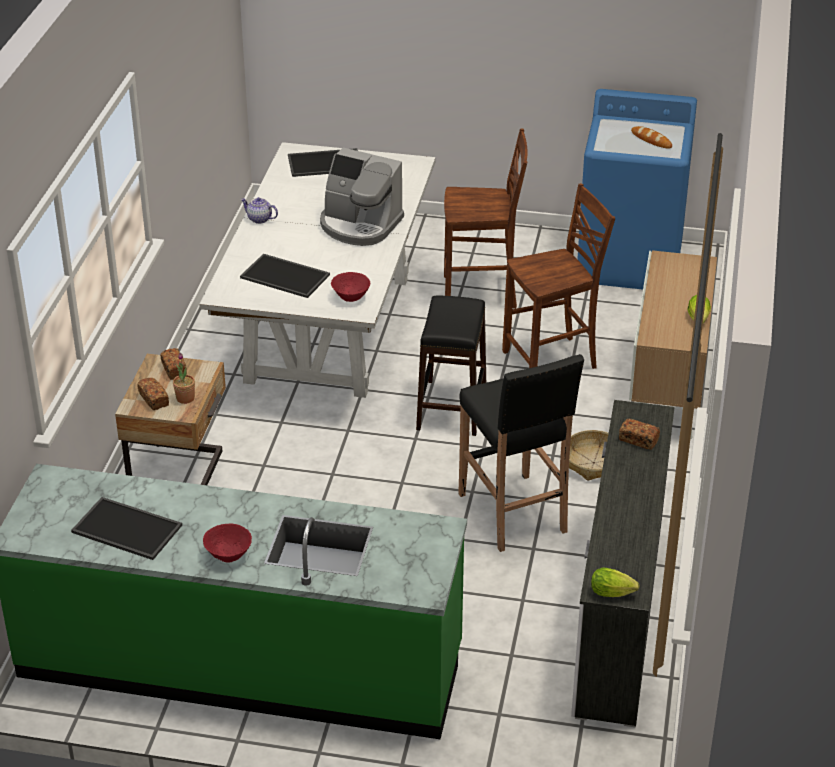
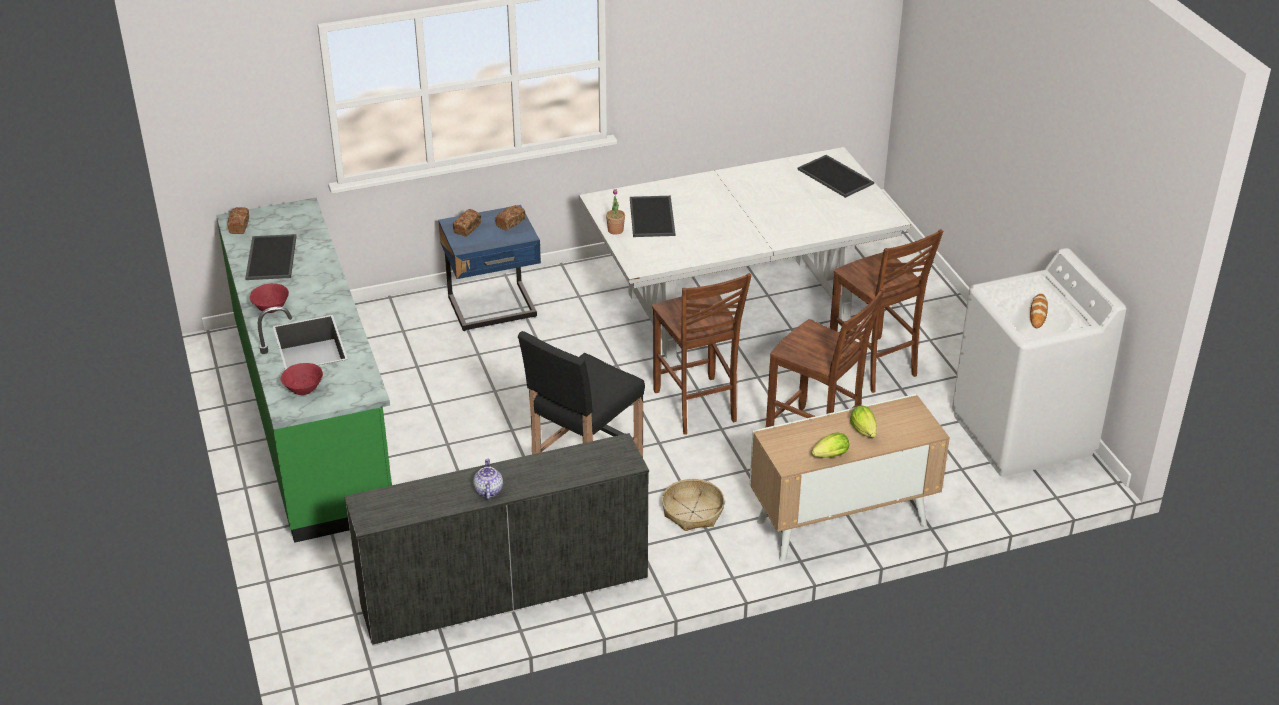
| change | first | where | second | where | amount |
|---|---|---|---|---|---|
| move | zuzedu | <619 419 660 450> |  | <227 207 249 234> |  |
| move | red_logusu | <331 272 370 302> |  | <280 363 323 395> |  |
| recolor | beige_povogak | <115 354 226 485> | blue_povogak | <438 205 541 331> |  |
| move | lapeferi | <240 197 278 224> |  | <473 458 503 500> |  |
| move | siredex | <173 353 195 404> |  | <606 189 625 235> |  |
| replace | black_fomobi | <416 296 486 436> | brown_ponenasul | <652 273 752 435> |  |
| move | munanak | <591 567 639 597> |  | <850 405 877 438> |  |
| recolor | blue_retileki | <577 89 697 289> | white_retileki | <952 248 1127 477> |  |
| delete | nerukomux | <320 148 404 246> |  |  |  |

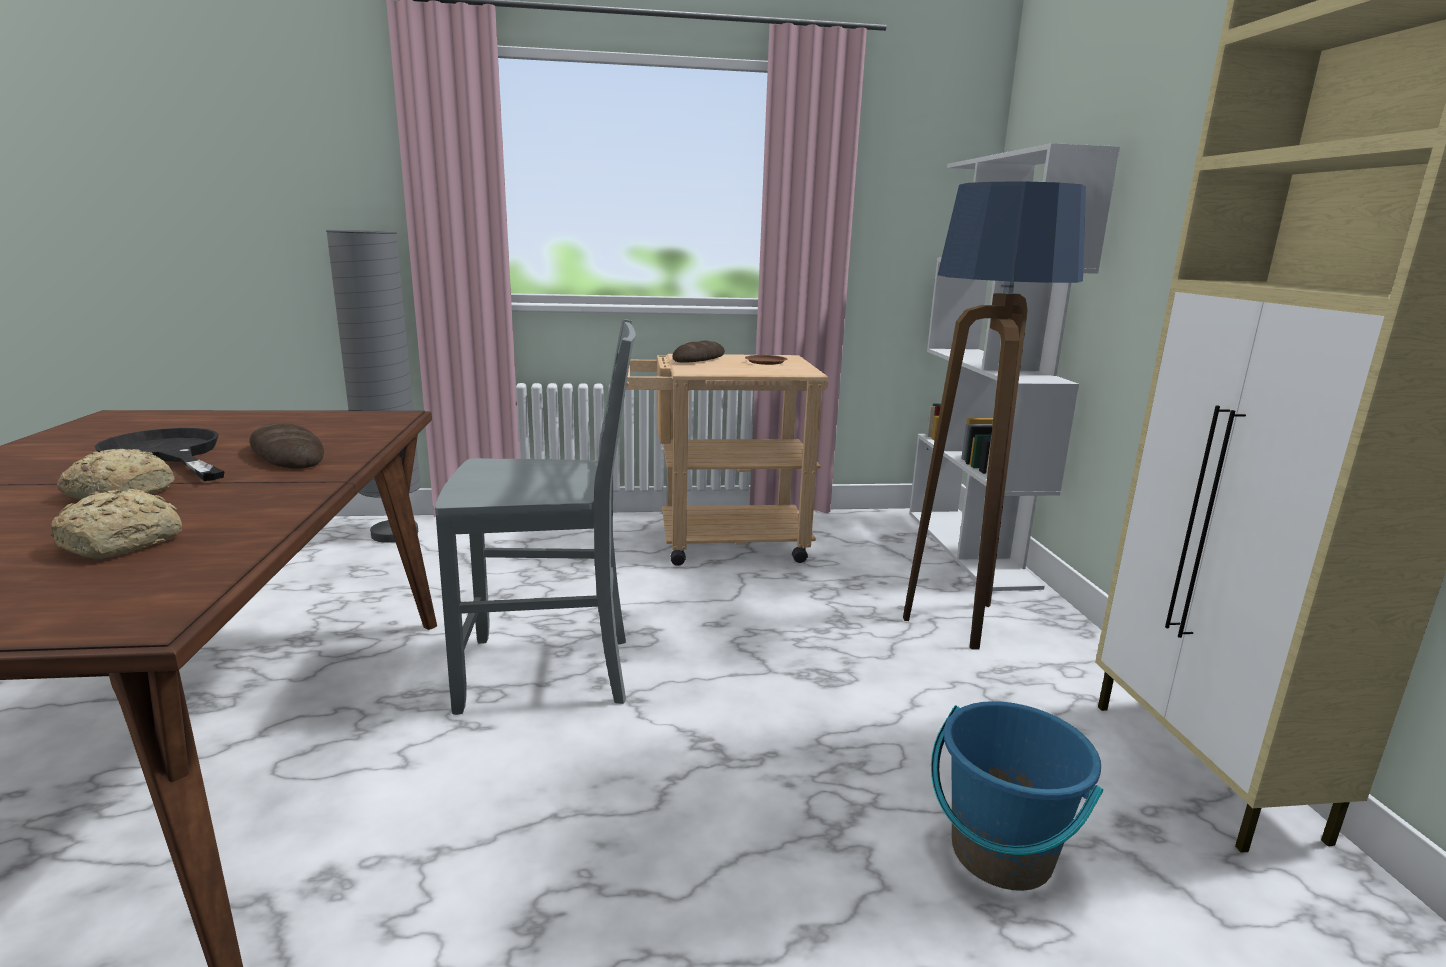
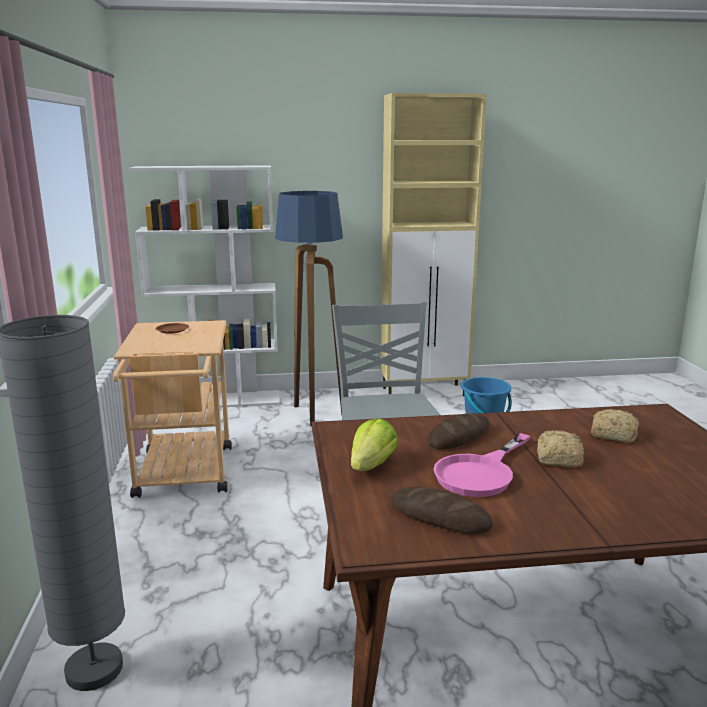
| change | first | where | second | where | amount |
|---|---|---|---|---|---|
| insert |  |  | munanak | <351 418 398 471> |  |
| move | zuzedu | <672 341 725 363> |  | <391 486 493 534> |  |
| recolor | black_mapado | <95 428 225 481> | pink_mapado | <433 433 530 497> |  |

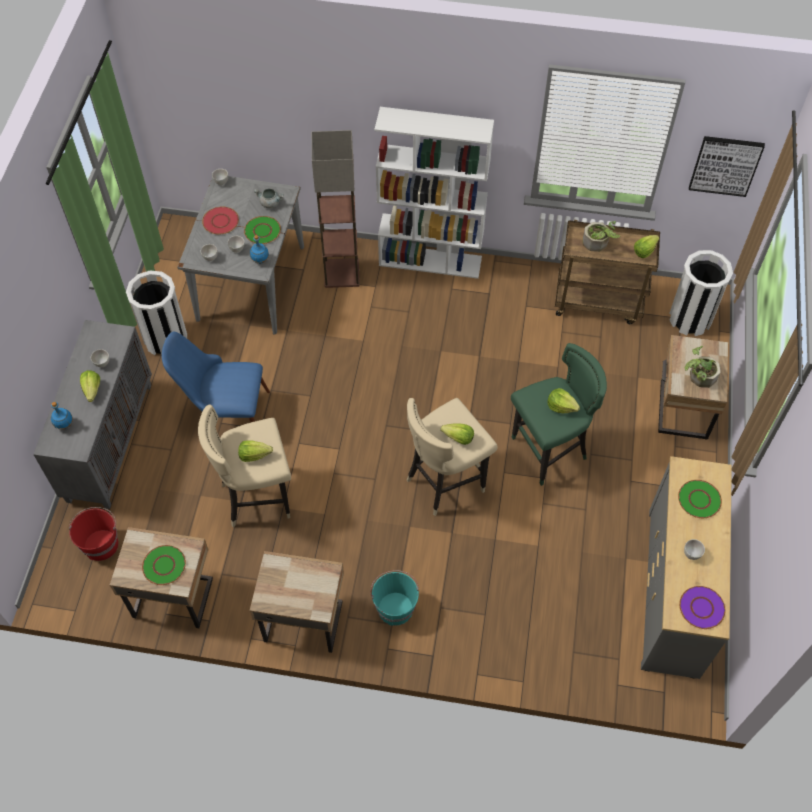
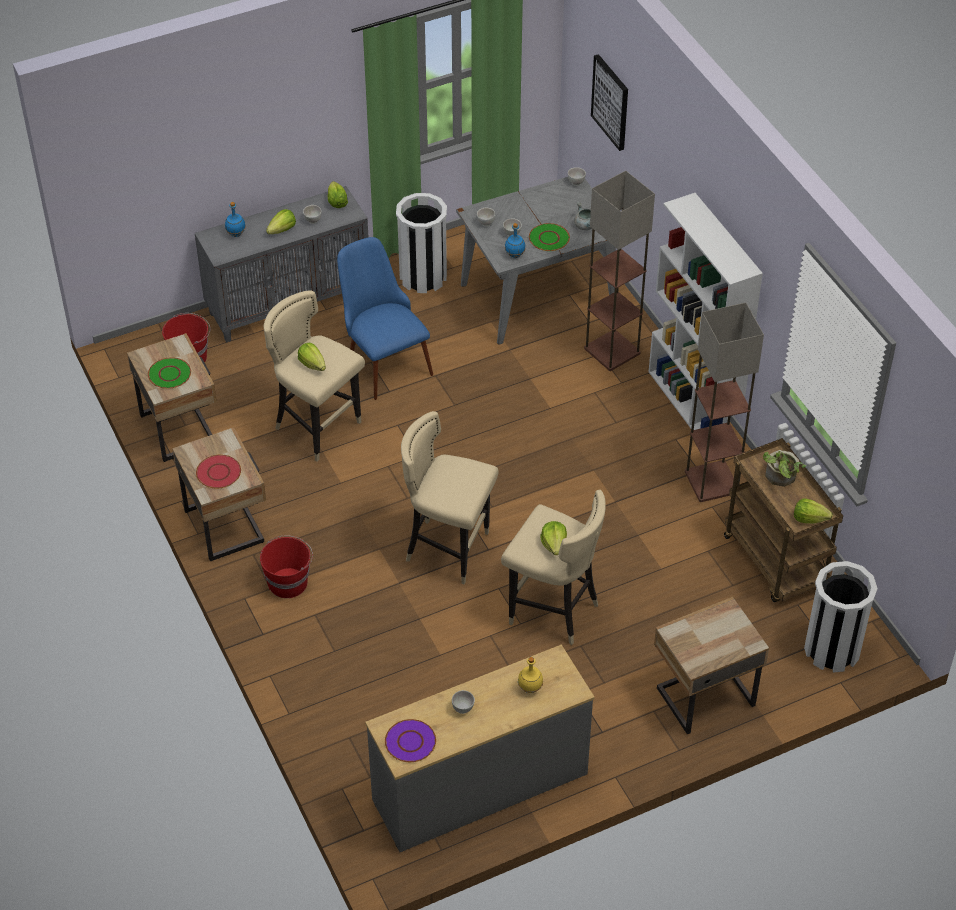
| change | first | where | second | where | amount |
|---|---|---|---|---|---|
| move | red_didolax | <202 207 239 234> |  | <196 455 241 489> |  |
| recolor | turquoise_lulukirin | <371 570 419 626> | red_lulukirin | <260 535 313 598> |  |
| move | munanak | <440 423 474 445> |  | <328 181 348 208> |  |
| recolor | green_fomobi | <511 343 607 486> | beige_fomobi | <501 490 606 645> |  |
| replace | green_didolax | <678 480 722 518> | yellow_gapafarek | <518 657 543 693> |  |
| move | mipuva | <689 136 765 197> |  | <591 54 628 151> |  |
| insert |  |  | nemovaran | <685 303 764 502> |  |
| delete | siredex | <685 346 721 388> |  |  |  |

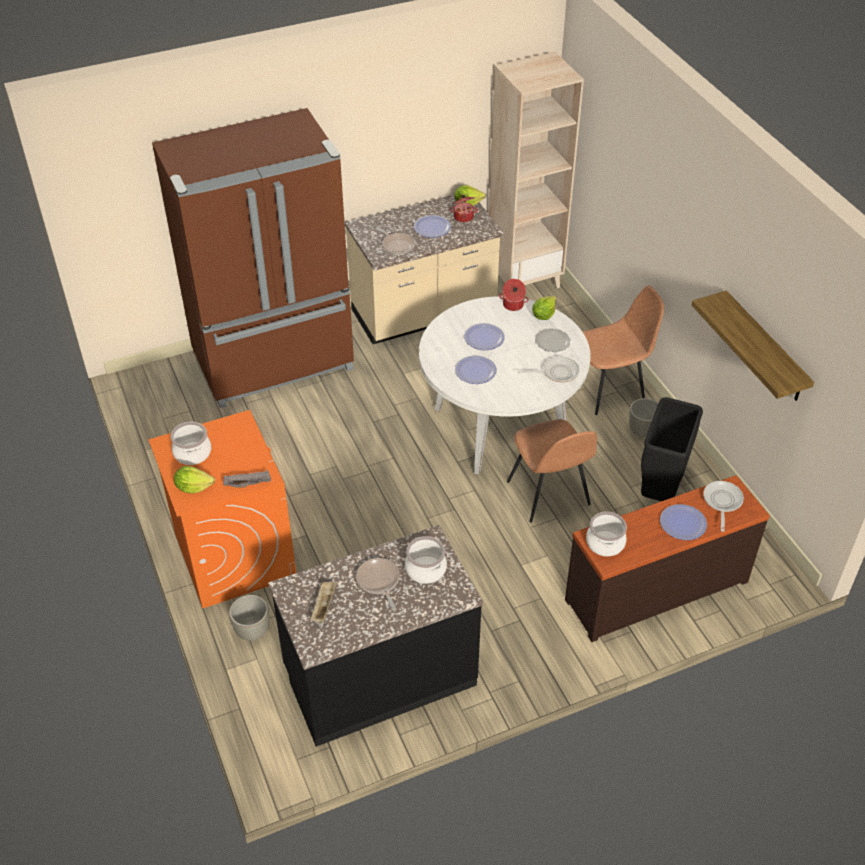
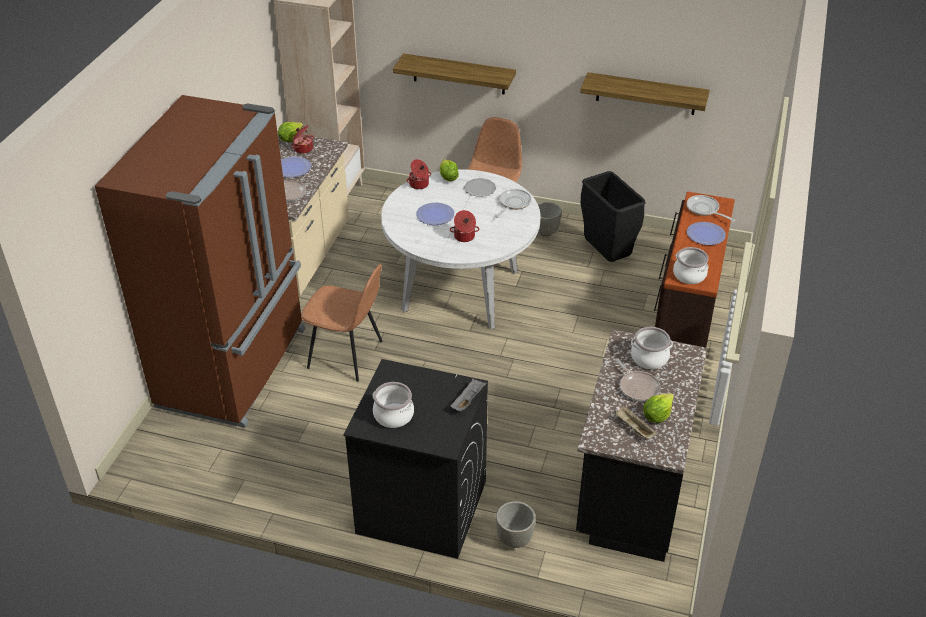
| change | first | where | second | where | amount |
|---|---|---|---|---|---|
| move | brown_ponenasul | <507 419 597 523> |  | <301 264 383 381> |  |
| recolor | orange_retileki | <148 410 296 608> | black_retileki | <343 359 488 559> |  |
| insert |  |  | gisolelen | <393 54 516 94> |  |
| replace | didolax | <455 355 497 384> | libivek | <450 210 479 242> |  |
| rotate | mapado | <356 558 400 610> |  | <615 358 661 402> | 135 degrees counterclockwise |
| move | munanak | <174 466 215 493> |  | <643 393 674 423> |  |

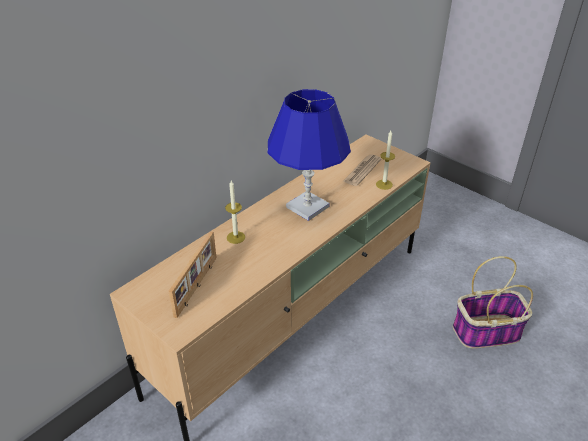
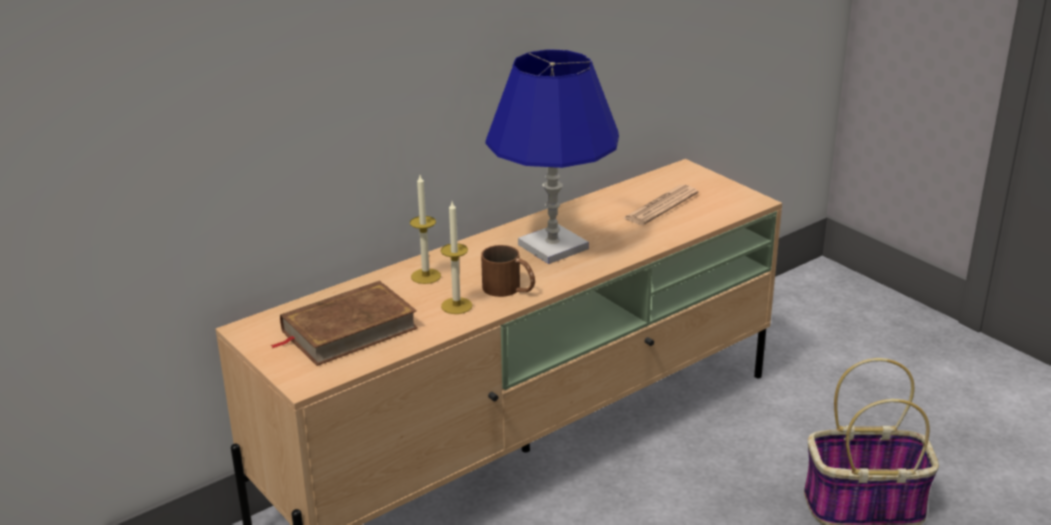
| change | first | where | second | where | amount |
|---|---|---|---|---|---|
| replace | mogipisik | <168 231 217 318> | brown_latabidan | <270 280 418 366> |  |
| move | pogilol | <376 131 395 190> |  | <441 202 473 314> |  |
| insert |  |  | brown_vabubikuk | <481 245 535 297> |  |

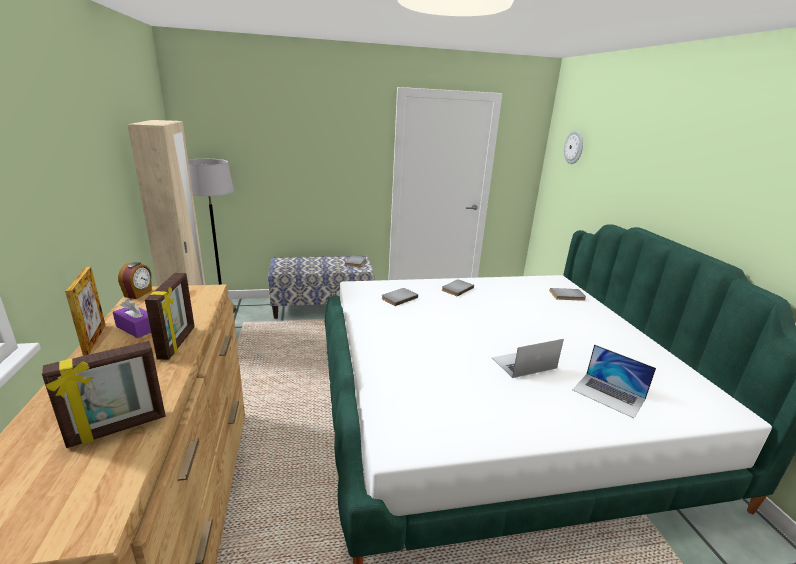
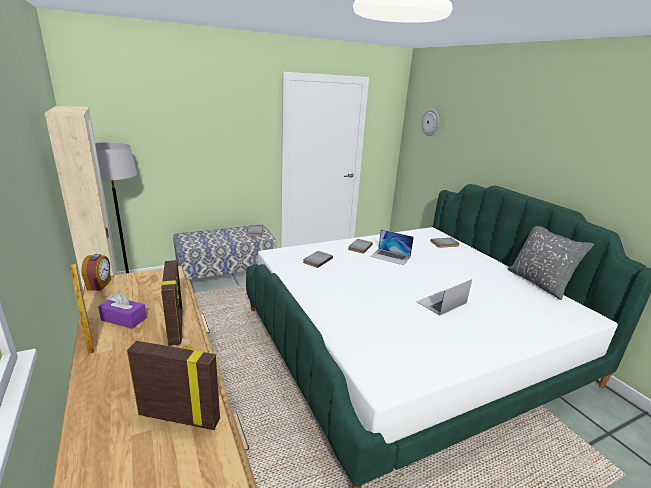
| change | first | where | second | where | amount |
|---|---|---|---|---|---|
| rotate | mogipisik | <42 341 166 448> |  | <127 341 220 430> | 120 degrees counterclockwise |
| move | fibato | <572 344 656 418> |  | <370 229 414 265> |  |
| insert |  |  | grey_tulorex | <508 226 594 300> |  |

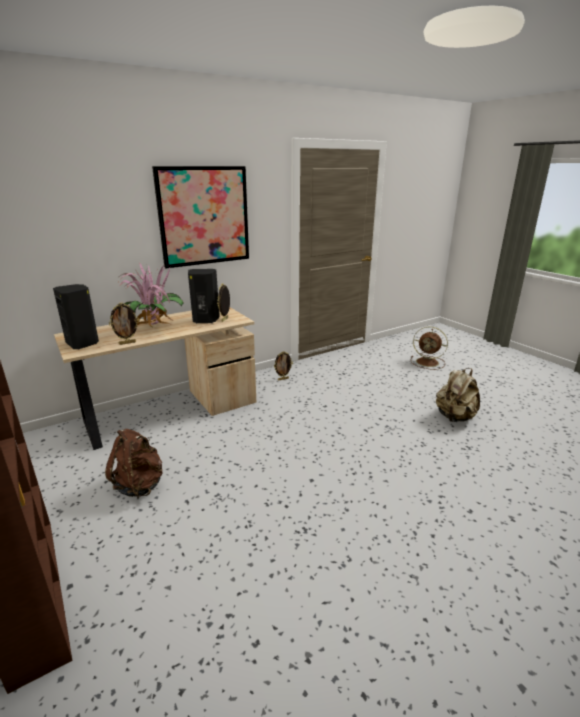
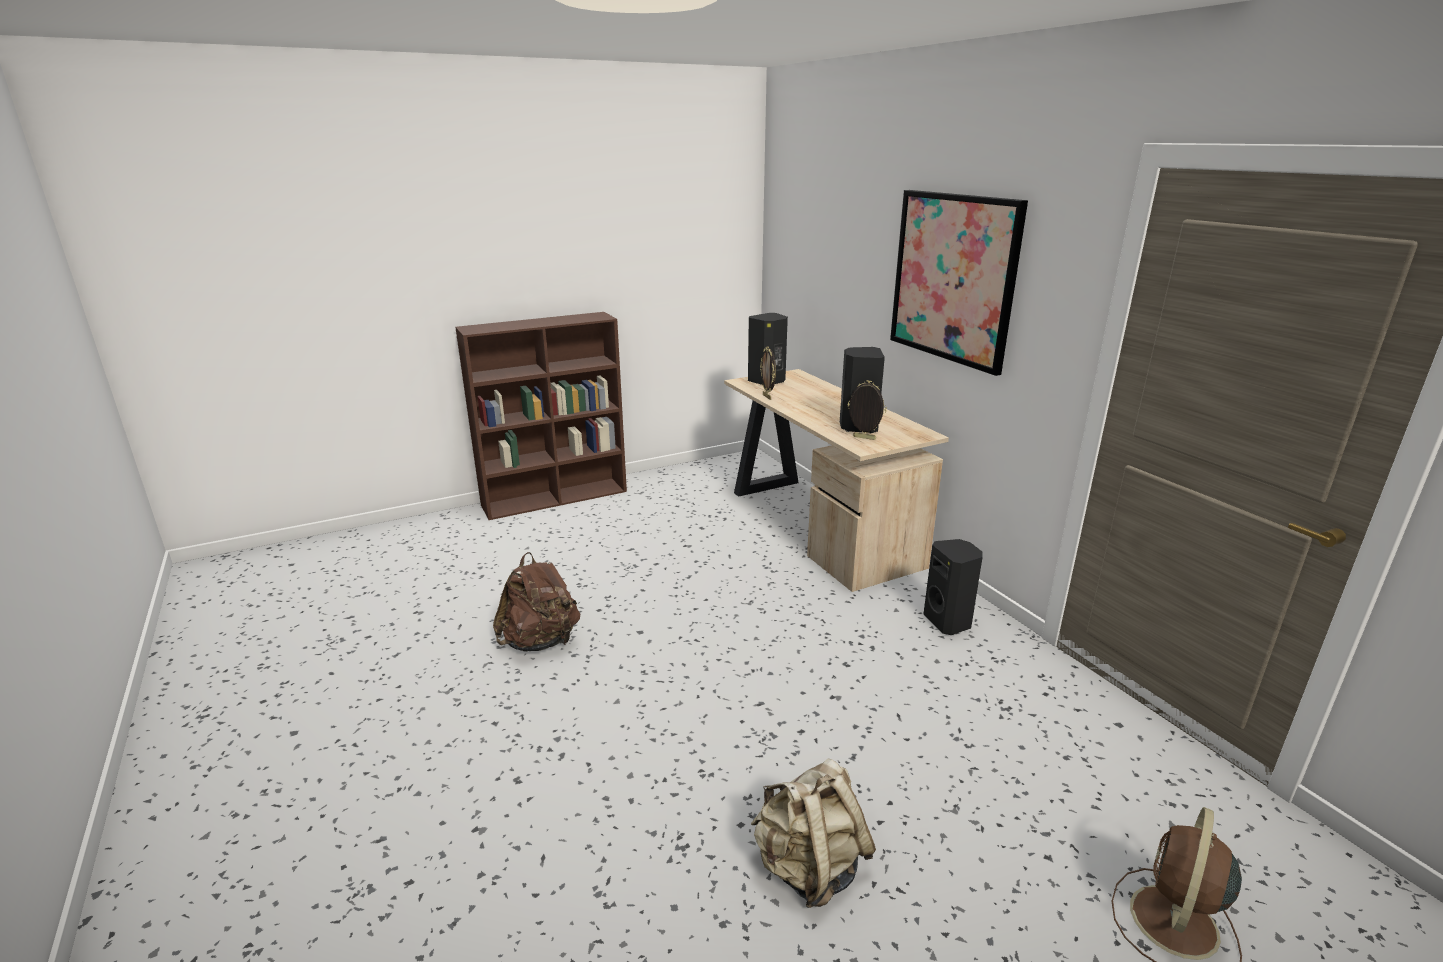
| change | first | where | second | where | amount |
|---|---|---|---|---|---|
| move | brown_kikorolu | <105 429 163 498> |  | <493 552 580 652> |  |
| replace | mogipisik | <274 351 293 380> | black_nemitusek | <923 539 983 635> |  |
| delete | siredex | <119 263 183 328> |  |  |  |

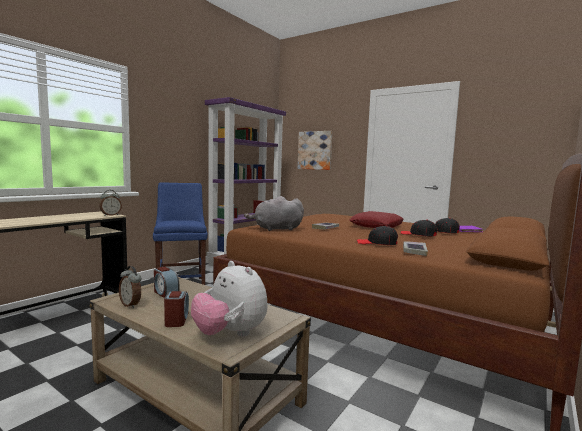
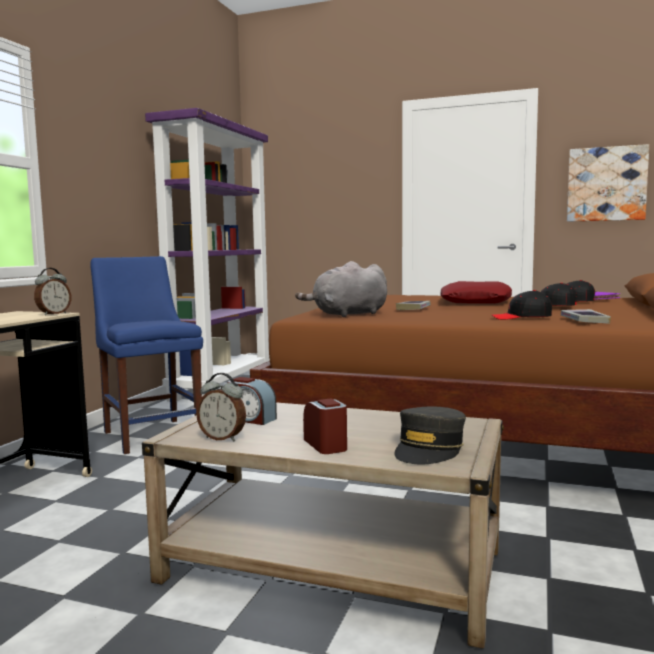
| change | first | where | second | where | amount |
|---|---|---|---|---|---|
| replace | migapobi | <191 261 268 337> | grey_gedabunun | <394 406 466 464> |  |
| move | mipuva | <298 131 332 170> |  | <567 144 649 222> |  |

